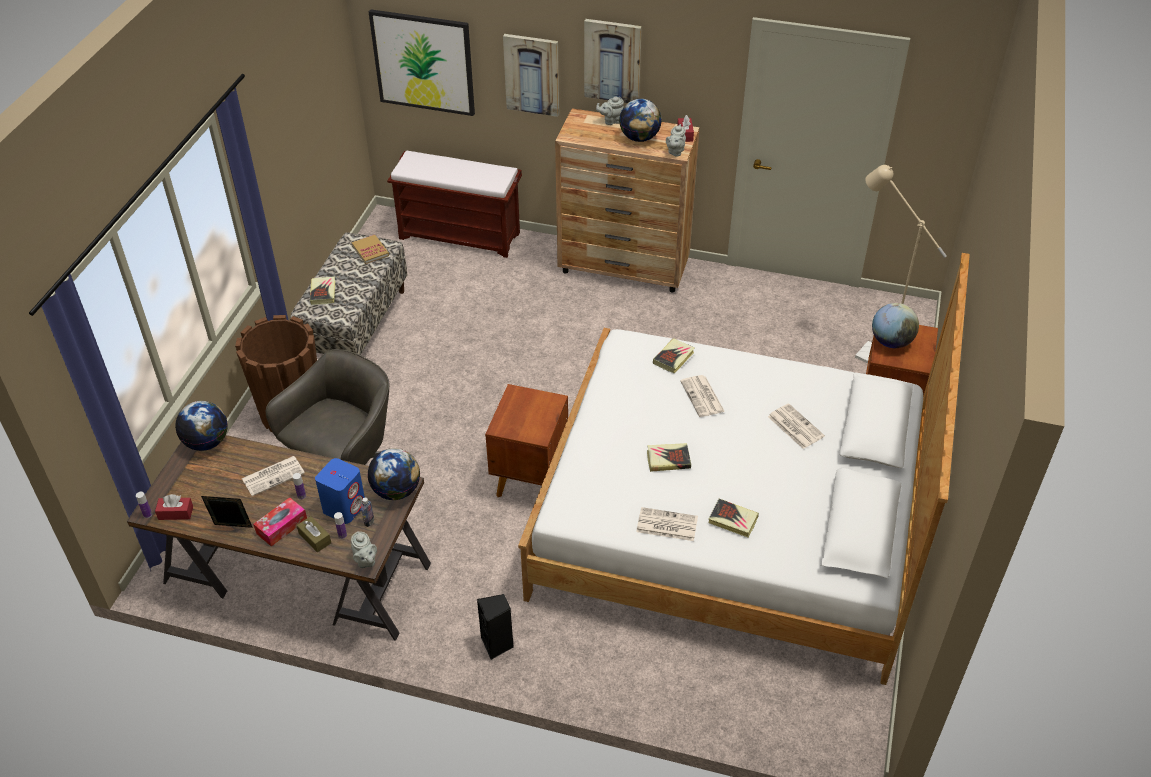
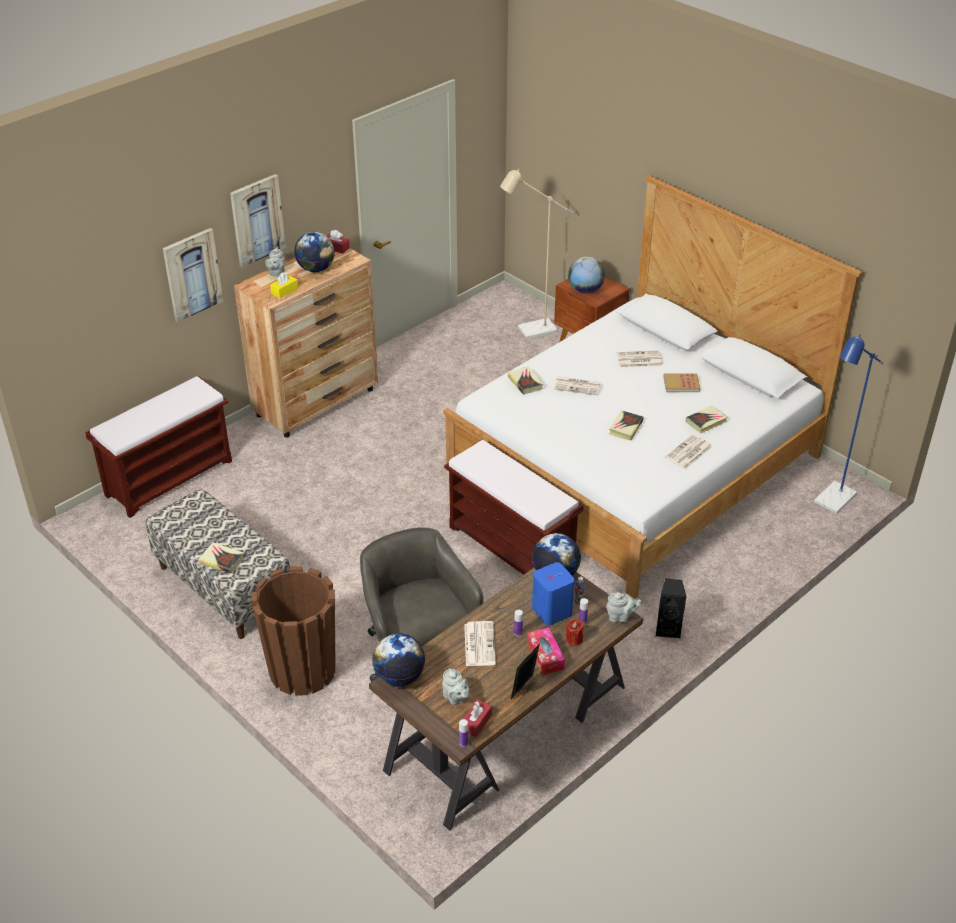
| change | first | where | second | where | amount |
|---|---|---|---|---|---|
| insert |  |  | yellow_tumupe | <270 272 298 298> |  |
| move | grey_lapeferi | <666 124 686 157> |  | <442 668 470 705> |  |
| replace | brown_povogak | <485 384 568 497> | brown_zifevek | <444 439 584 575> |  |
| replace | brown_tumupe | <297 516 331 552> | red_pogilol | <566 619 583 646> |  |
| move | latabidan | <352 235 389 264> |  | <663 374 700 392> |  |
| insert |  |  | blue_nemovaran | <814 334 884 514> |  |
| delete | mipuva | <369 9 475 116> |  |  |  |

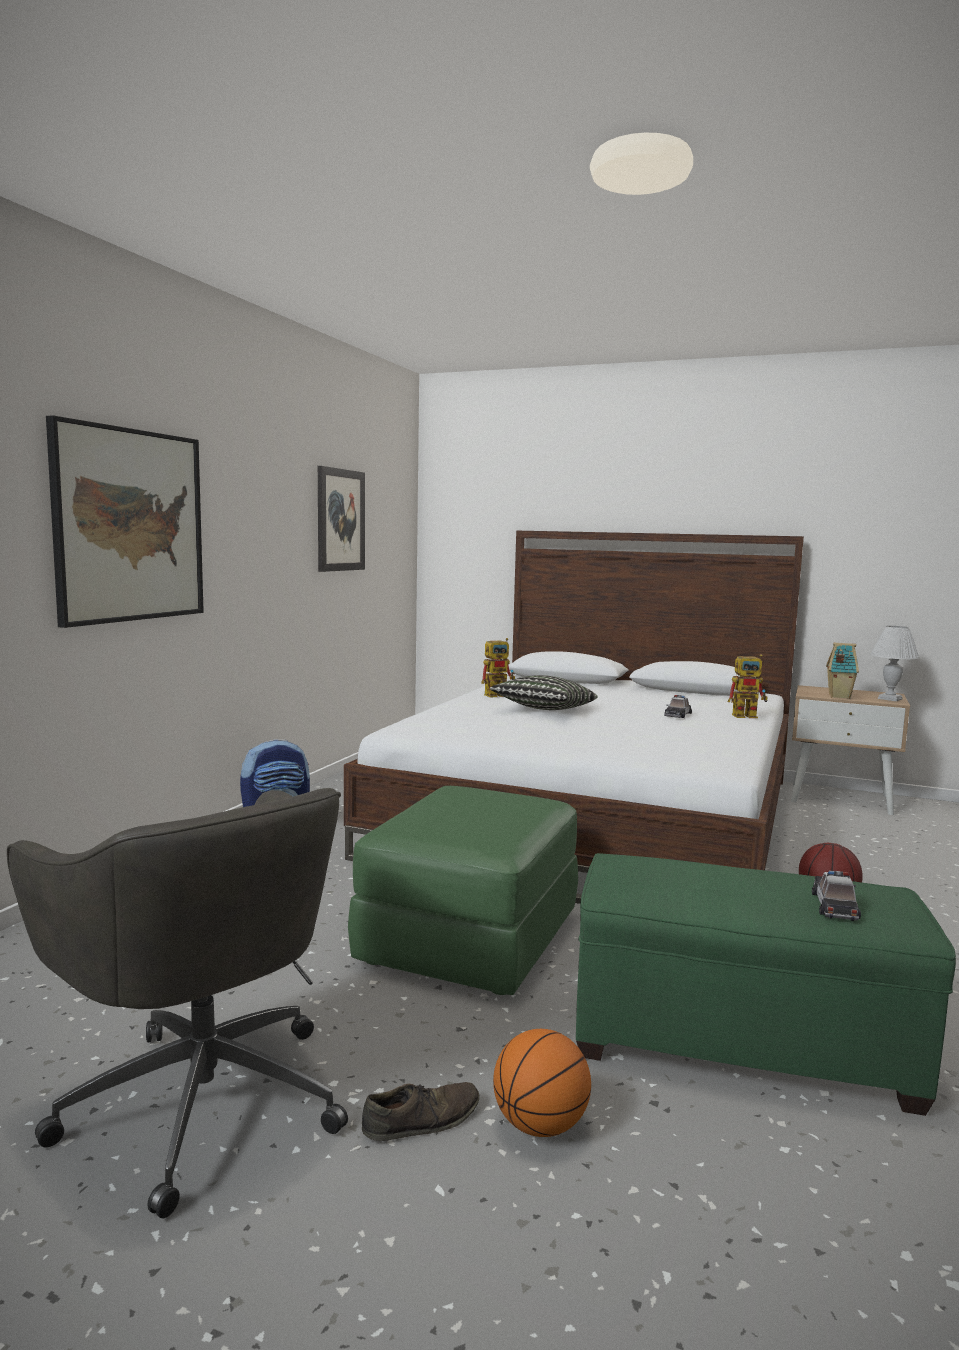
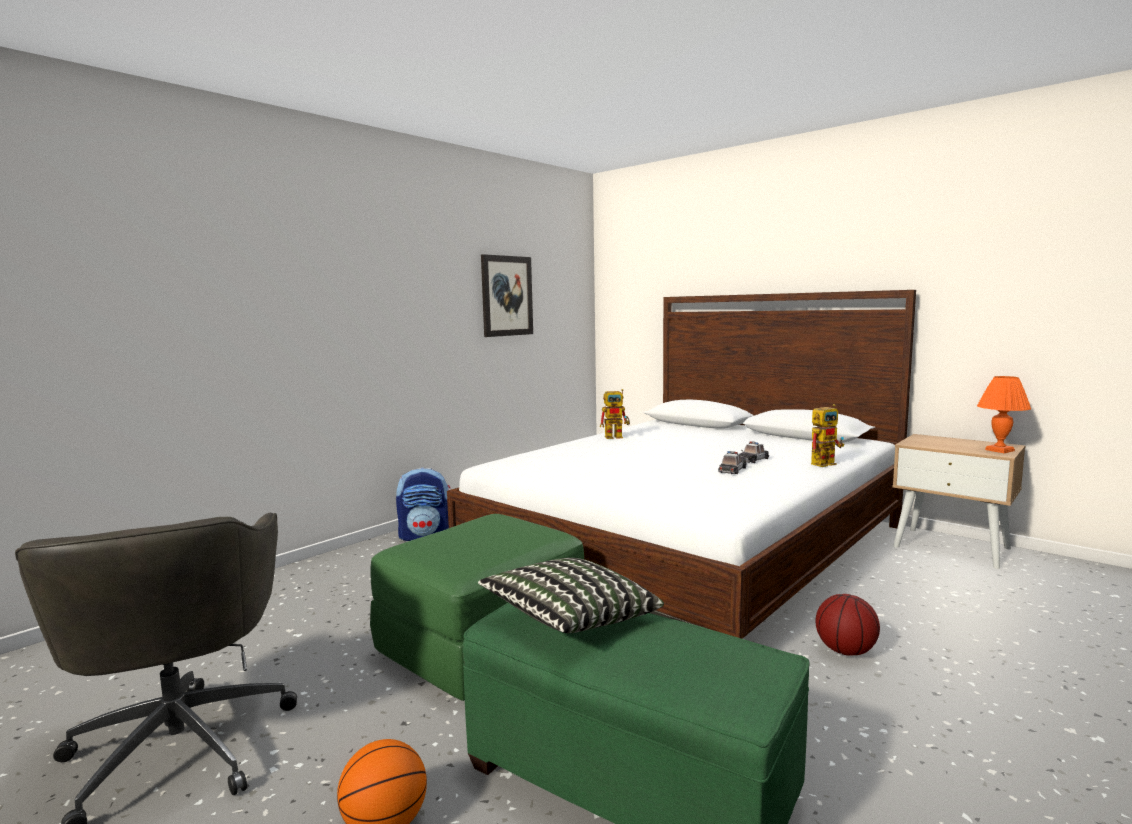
| change | first | where | second | where | amount |
|---|---|---|---|---|---|
| move | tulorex | <490 675 598 710> |  | <478 558 664 633> |  |
| move | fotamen | <812 871 861 921> |  | <718 451 747 474> |  |
| rotate | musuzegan | <728 654 768 718> |  | <811 404 844 467> | 45 degrees counterclockwise |
| recolor | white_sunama | <870 626 919 701> | orange_sunama | <977 376 1031 453> |  |
| delete | mipuva | <46 415 204 628> |  |  |  |
| delete | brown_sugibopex | <362 1082 479 1141> |  |  |  |
| delete | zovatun | <826 643 859 699> |  |  |  |

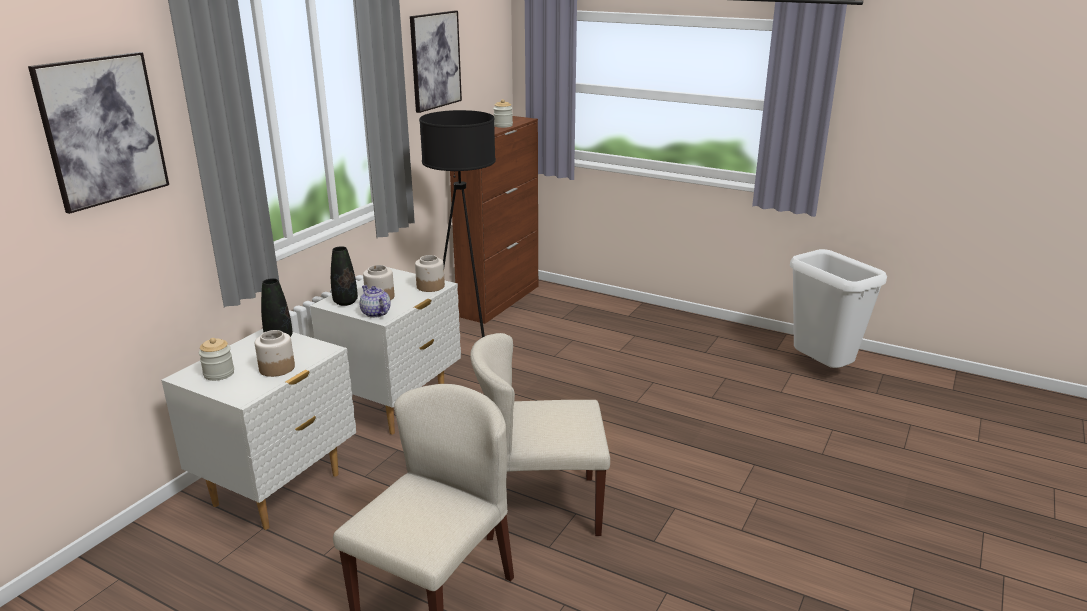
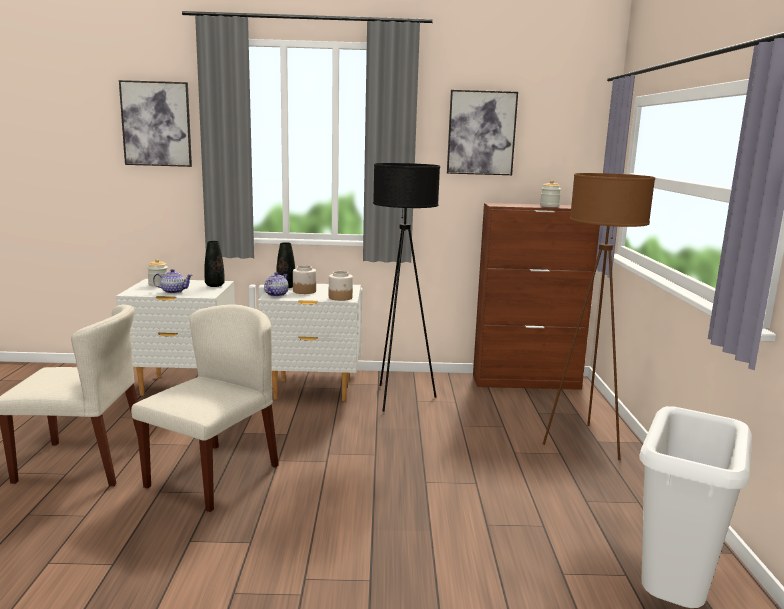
| change | first | where | second | where | amount |
|---|---|---|---|---|---|
| rotate | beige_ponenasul | <470 333 610 540> |  | <131 305 279 512> | 60 degrees clockwise |
| replace | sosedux | <255 330 295 377> | lapeferi | <153 269 193 294> |  |
| insert |  |  | brown_nemovaran | <543 173 655 460> |  |

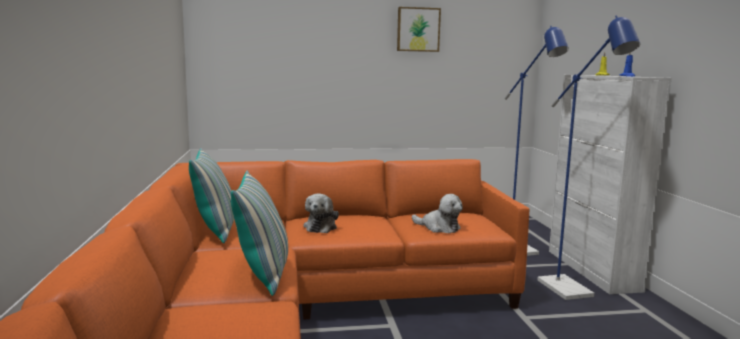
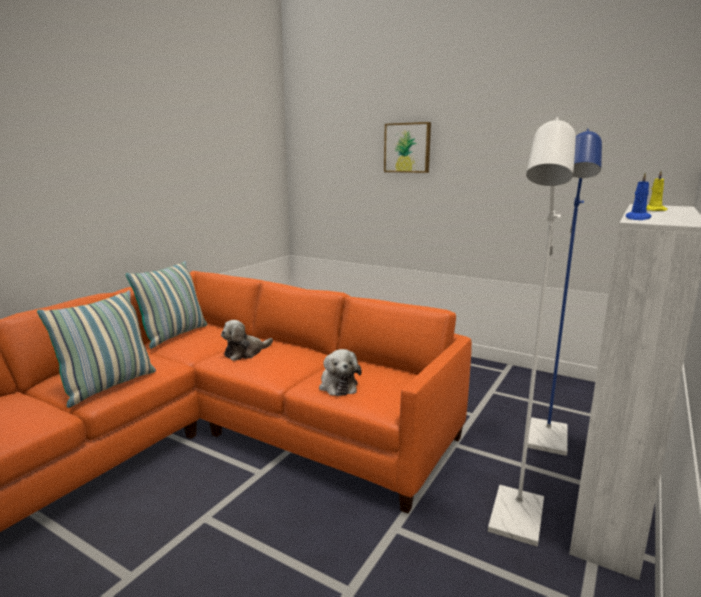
| change | first | where | second | where | amount |
|---|---|---|---|---|---|
| move | mipuva | <397 7 441 52> |  | <384 122 431 173> |  |
| recolor | blue_nemovaran | <537 16 640 300> | white_nemovaran | <488 117 576 547> |  |

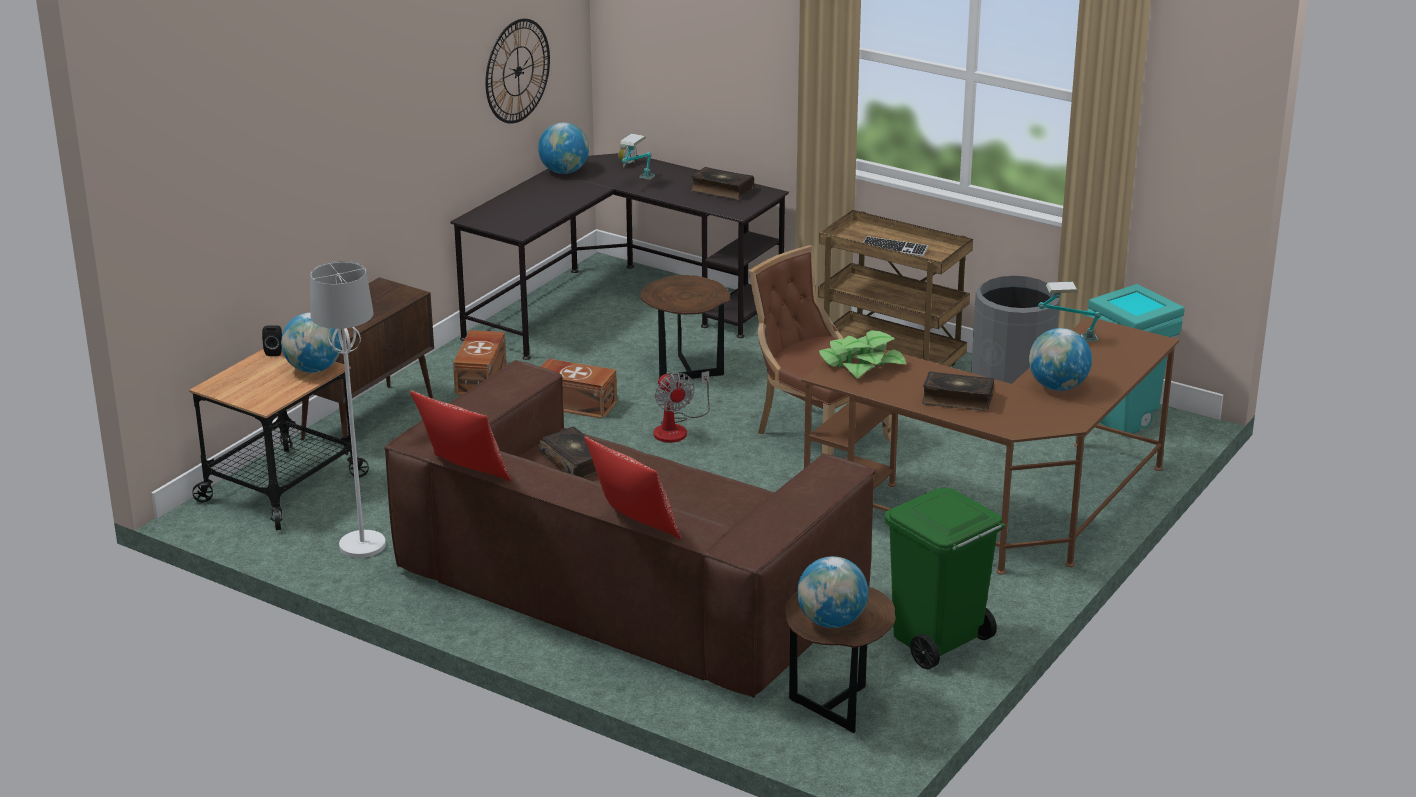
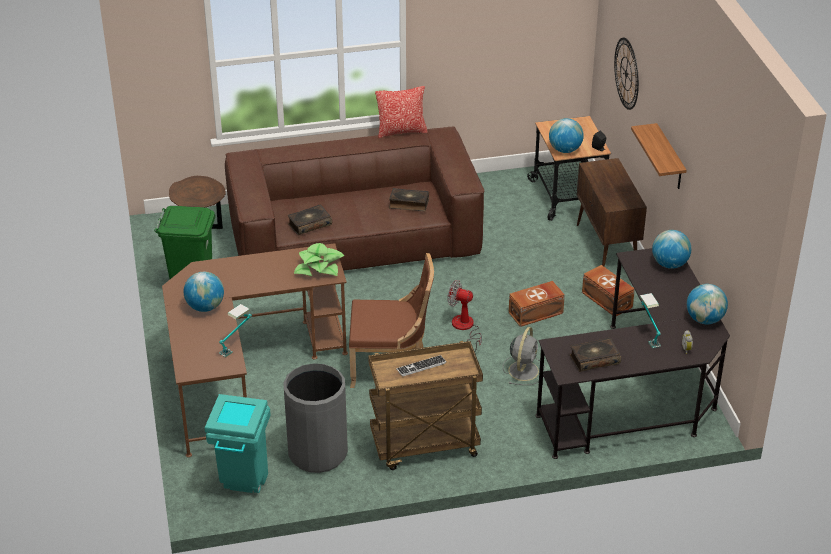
| change | first | where | second | where | amount |
|---|---|---|---|---|---|
| move | latabidan | <922 371 994 411> |  | <288 204 332 235> |  |
| replace | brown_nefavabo | <640 275 730 381> | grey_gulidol | <503 327 546 385> |  |
| move | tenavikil | <485 19 550 124> |  | <614 38 639 110> |  |
| insert |  |  | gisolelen | <631 123 687 189> |  |
| move | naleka | <797 556 868 628> |  | <652 230 691 269> |  |
| delete | white_nemovaran | <310 261 386 558> |  |  |  |
| delete | tulorex | <584 436 681 540> |  |  |  |

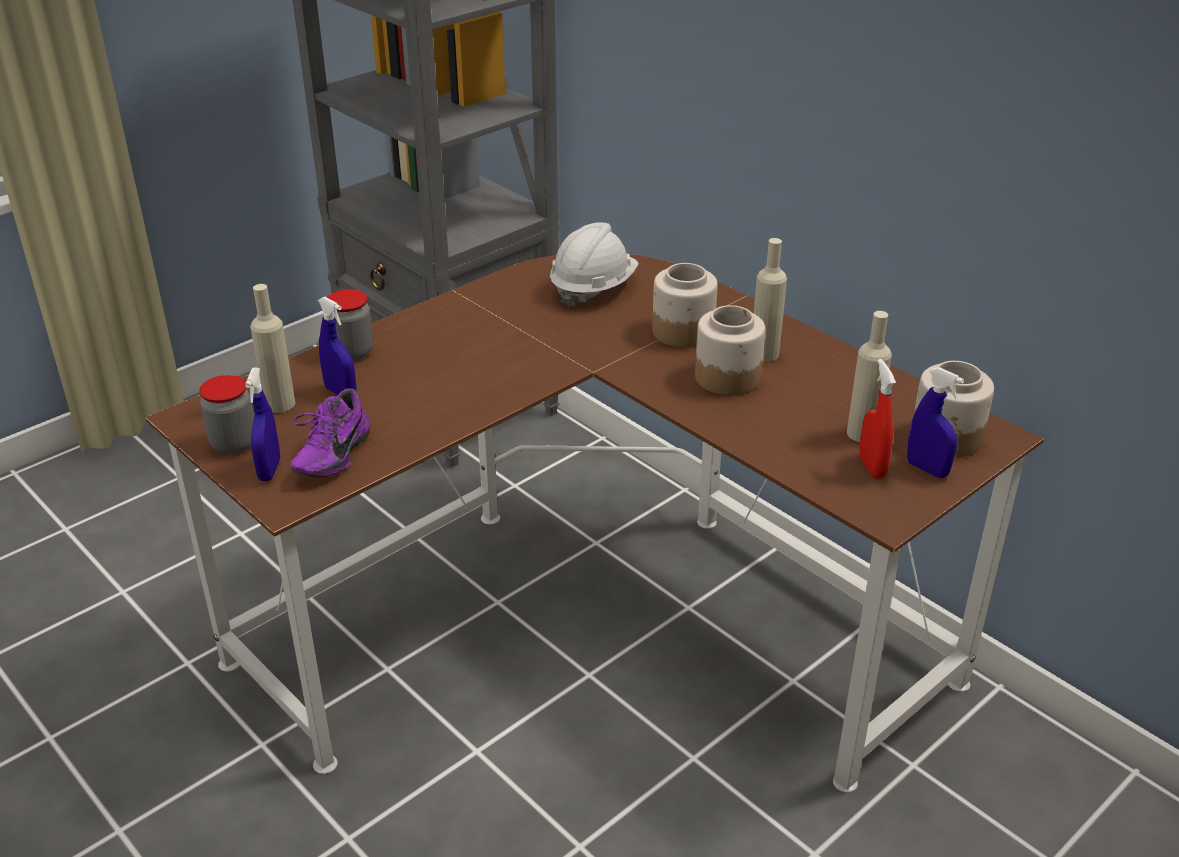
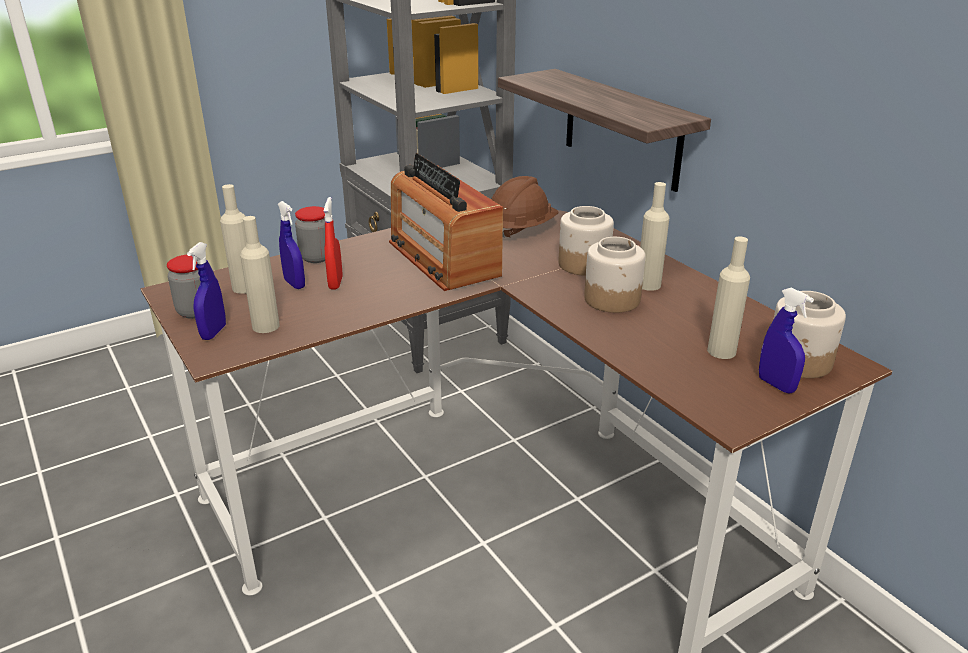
| change | first | where | second | where | amount |
|---|---|---|---|---|---|
| replace | purple_sugibopex | <291 388 370 477> | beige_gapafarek | <240 216 280 333> |  |
| move | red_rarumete | <859 359 896 479> |  | <324 197 343 289> |  |
| insert |  |  | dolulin | <389 153 503 291> |  |
| recolor | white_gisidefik | <550 222 639 308> | brown_gisidefik | <491 176 559 238> |  |
| insert |  |  | gisolelen | <498 69 711 192> |  |

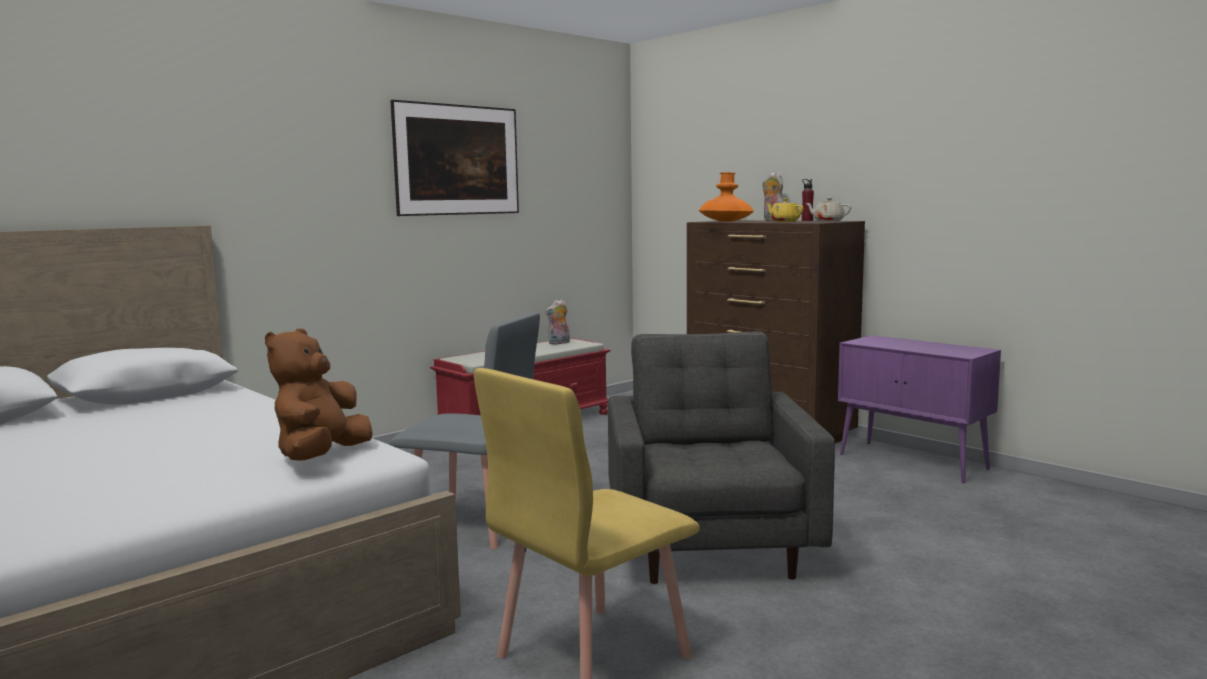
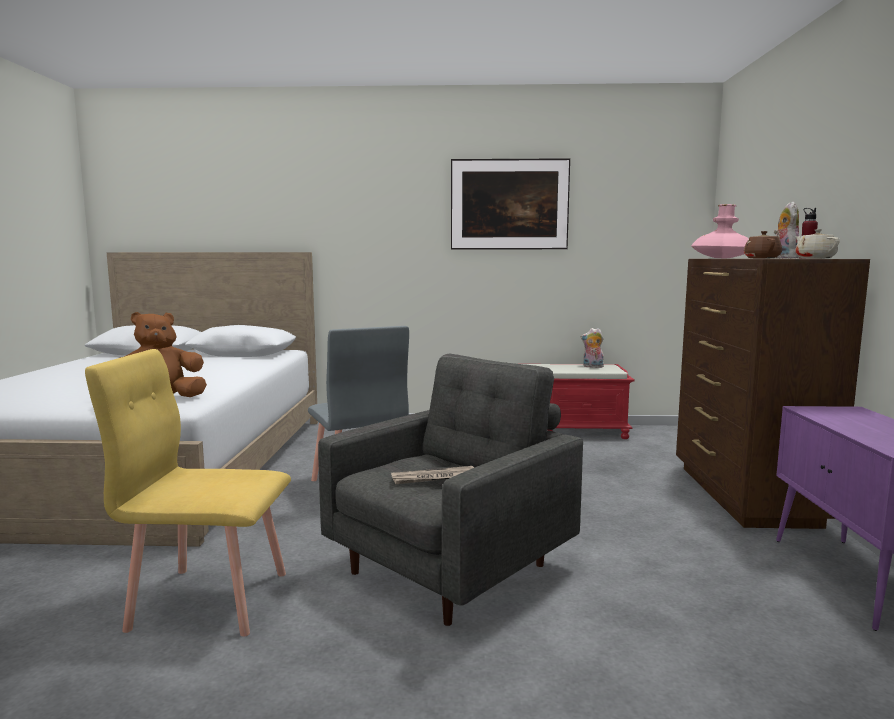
| change | first | where | second | where | amount |
|---|---|---|---|---|---|
| insert |  |  | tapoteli | <391 466 474 484> |  |
| recolor | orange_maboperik | <699 172 754 222> | pink_maboperik | <691 204 749 258> |  |
| recolor | yellow_lapeferi | <767 198 804 222> | brown_lapeferi | <744 231 782 259> |  |

